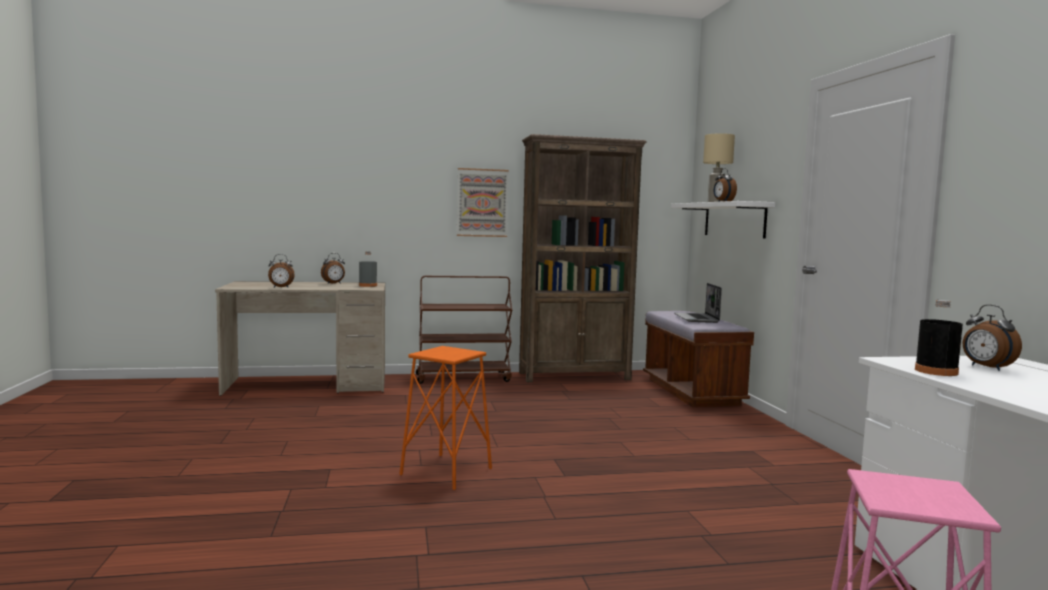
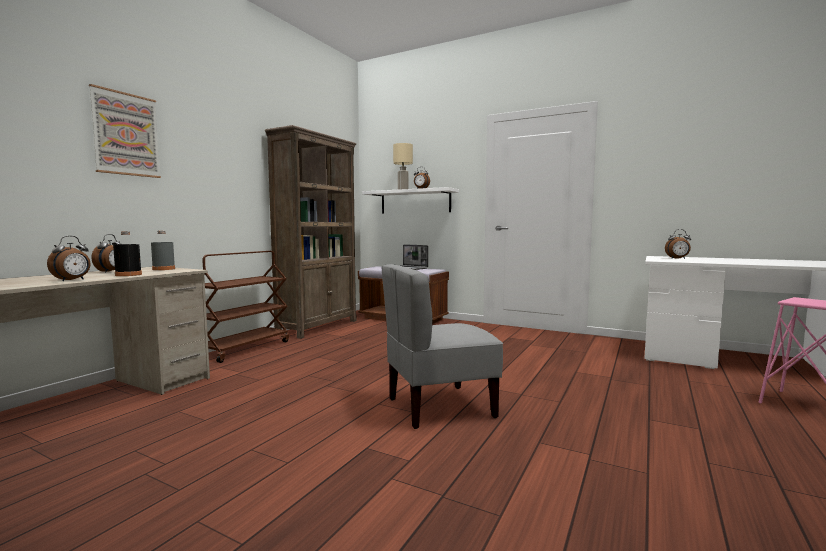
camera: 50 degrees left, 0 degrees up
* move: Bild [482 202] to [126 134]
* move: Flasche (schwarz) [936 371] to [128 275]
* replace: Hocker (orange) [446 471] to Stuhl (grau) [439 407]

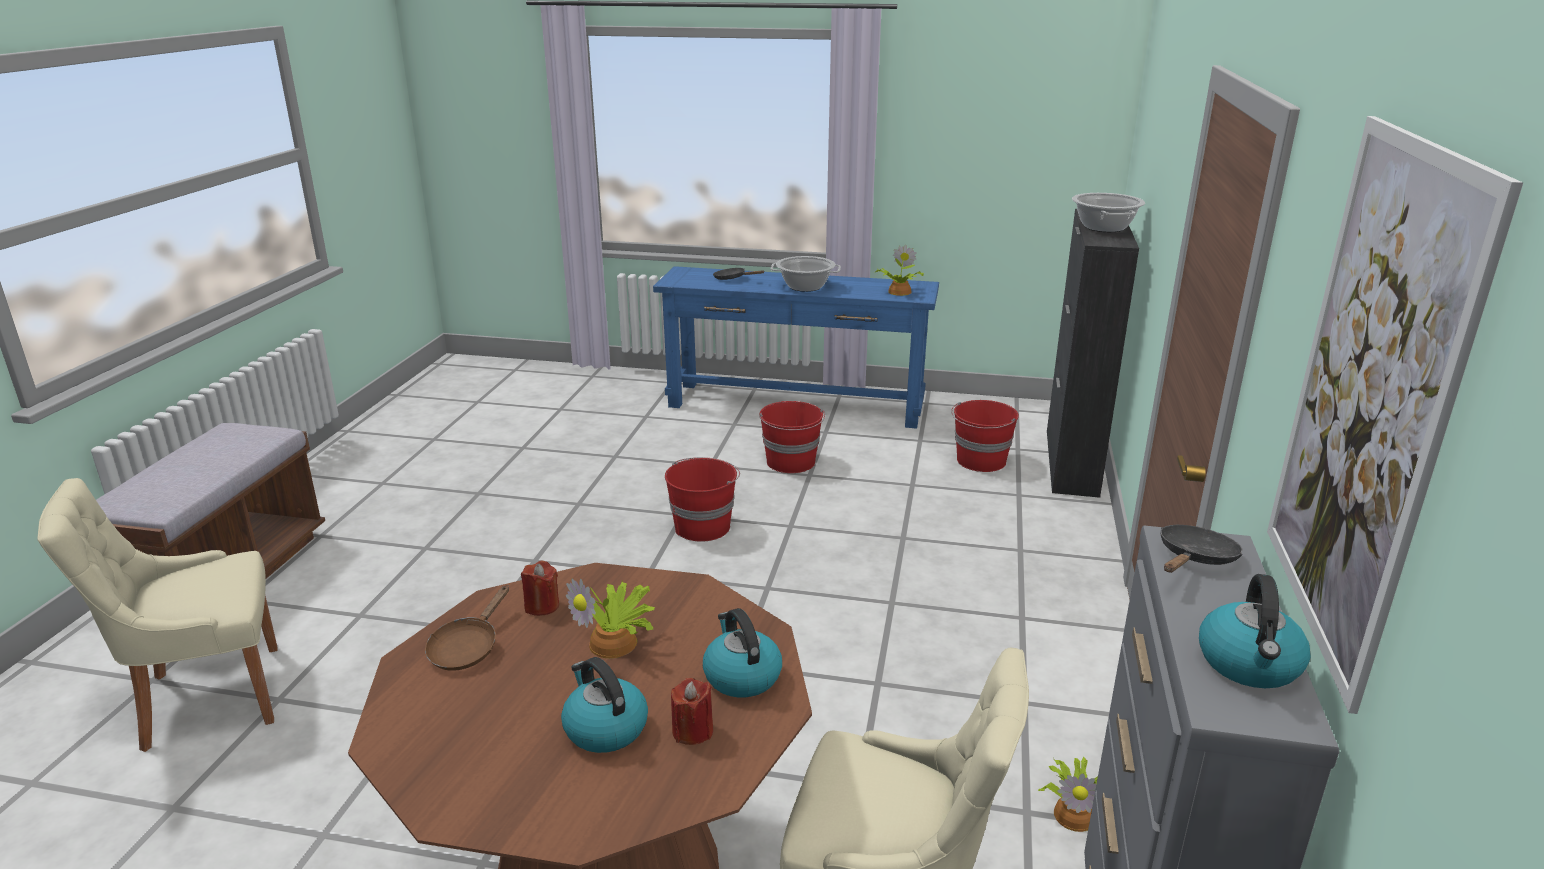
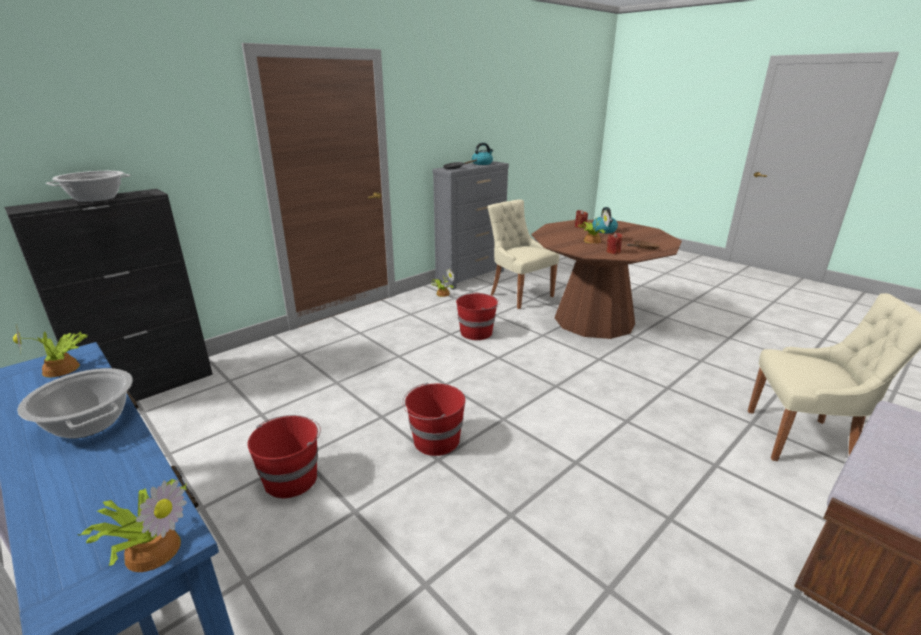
camera: 145 degrees left, 0 degrees up
* delete: Wasserkessel [741 676]
* delete: Pfanne (schwarz) [732 279]
* delete: Bild [1366 402]
* insert: Topfpflanze [152 548]
* move: Eimer (rot) [981 461] to [477 332]

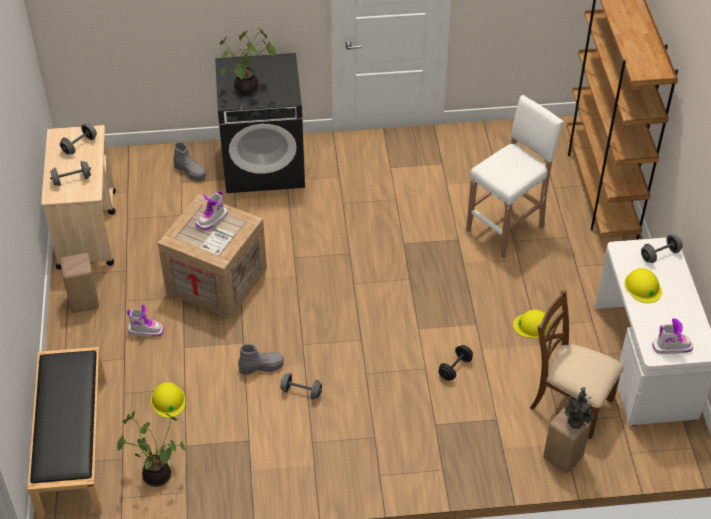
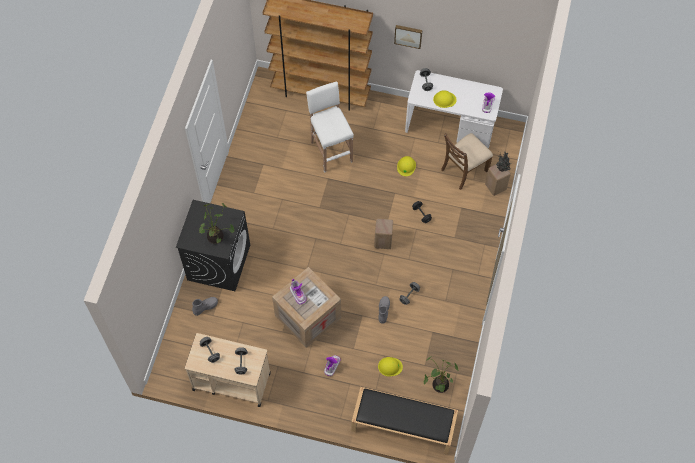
camera: 70 degrees left, 15 degrees up
* insert: Bild [408 35]
* move: Hocker (beige) [85 301] to [383 241]

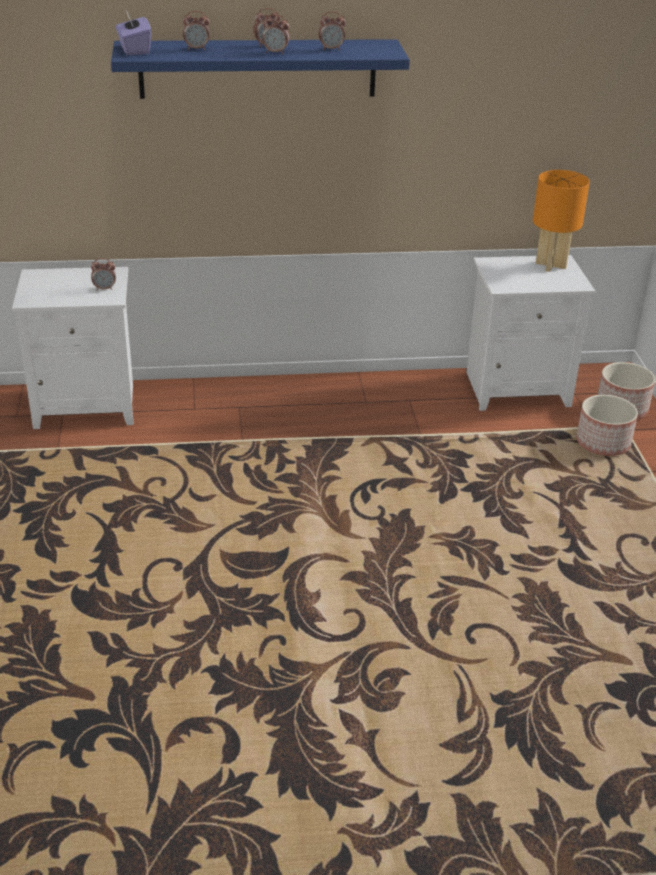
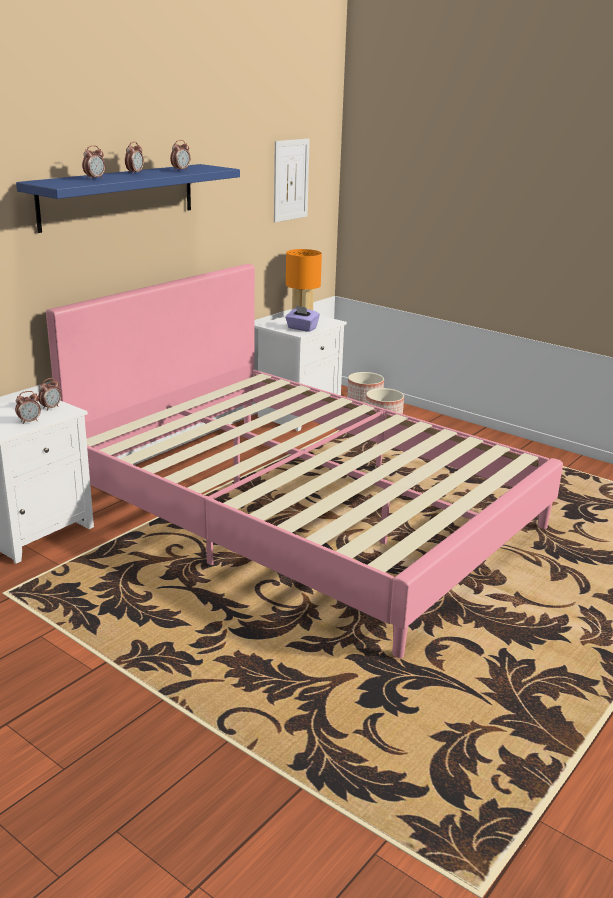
camera: 45 degrees left, 10 degrees down
* insert: Bett (rosa) [304 512]
* insert: Bild [291 180]
* move: Taschentuchbox (lila) [134 50] to [301 328]
* move: Wecker [276 52] to [29 421]

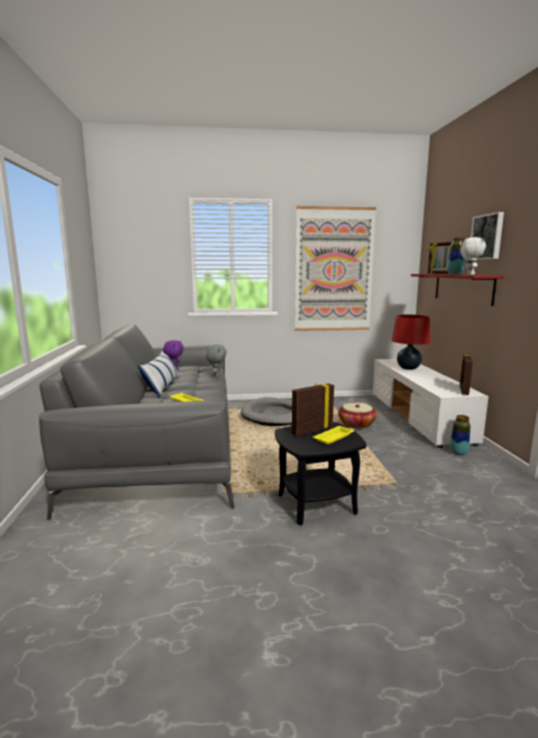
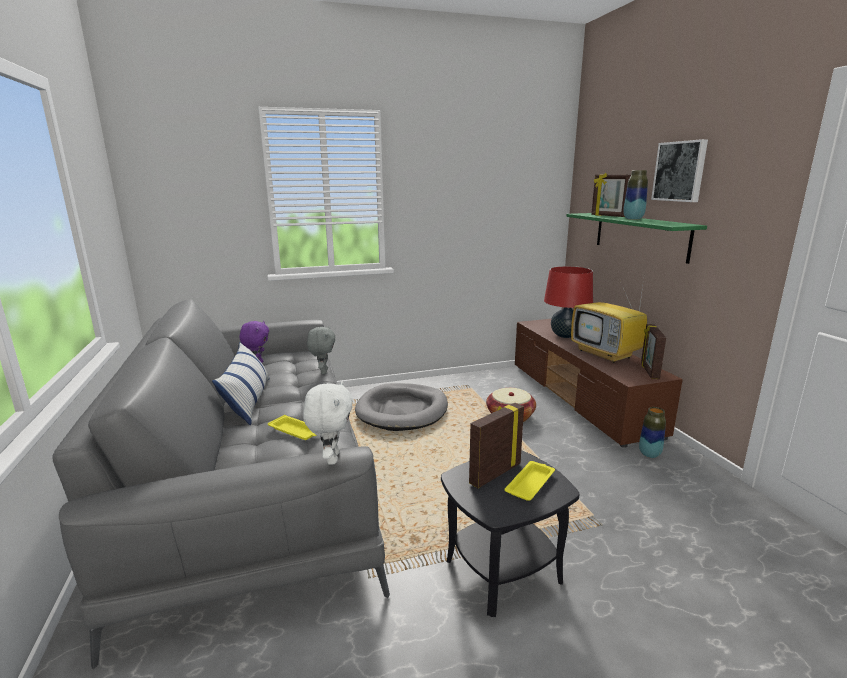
camera: 10 degrees left, 5 degrees up
* delete: Bild [334 270]
* insert: Fernseher [606 354]
* move: Plüschtier (weiß) [469 275] to [331 458]
* recolor: Fernsehschrank (weiß) [419 417] to Fernsehschrank (braun) [582 398]
* recolor: Wandregal (rot) [462 288] to Wandregal (grün) [640 235]

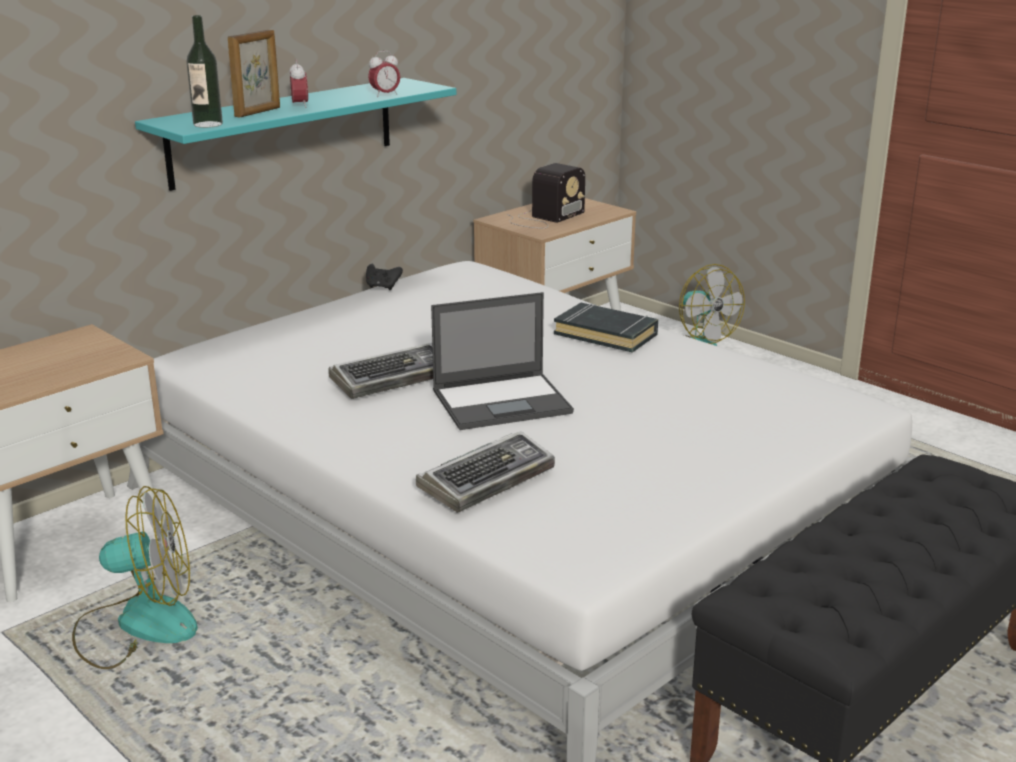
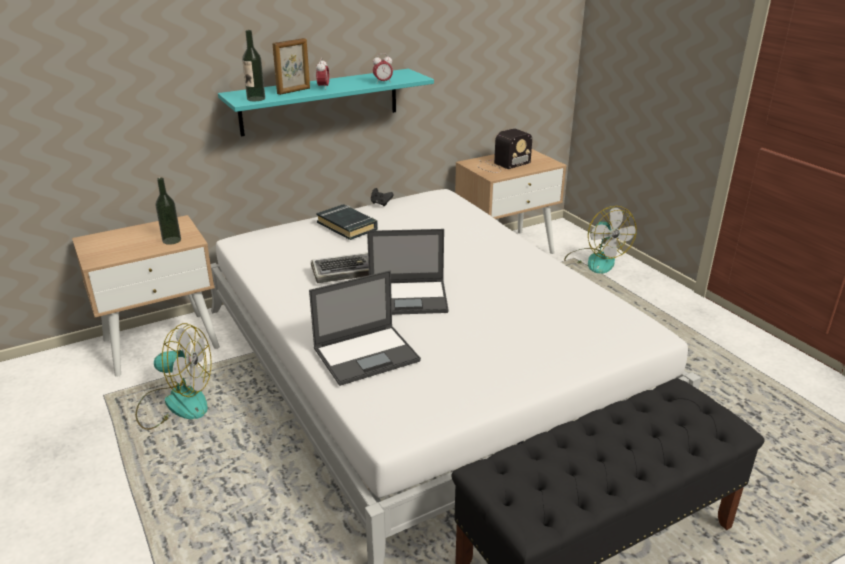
camera: 15 degrees right, 5 degrees up
* insert: Flasche [172 240]
* move: Buch (schwarz) [606 334] to [347 226]
* replace: Tastatur [487 479] to Laptop [367 354]

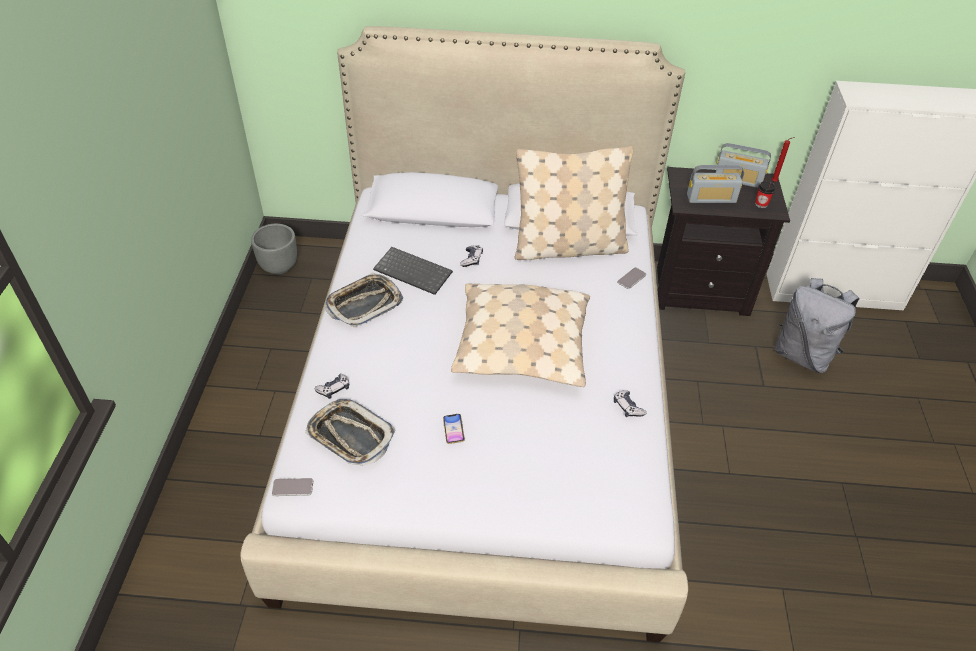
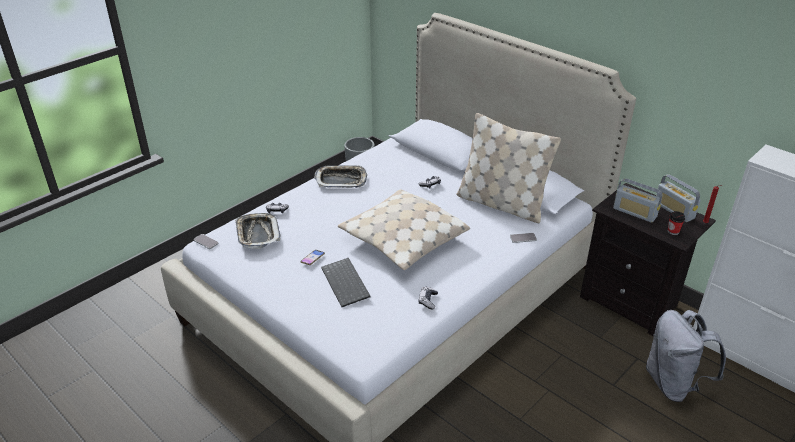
camera: 40 degrees right, 10 degrees down
* move: Tastatur [414 271] to [346 283]

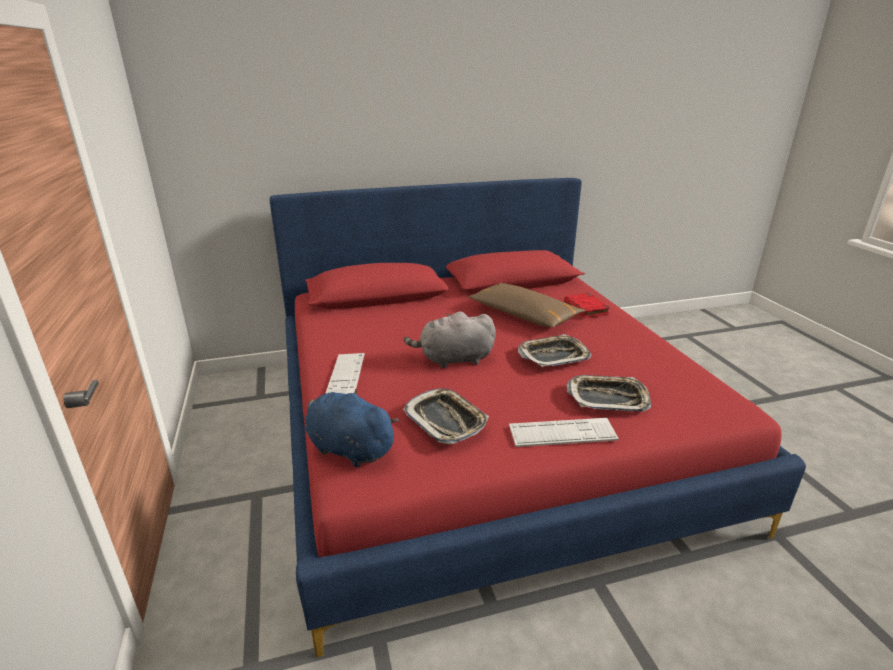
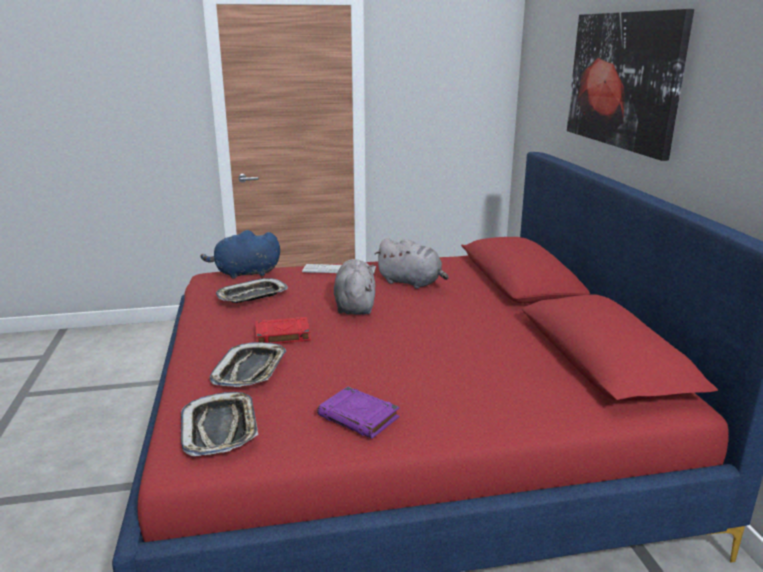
camera: 95 degrees right, 5 degrees down
* delete: Kissen (braun) [524 314]
* delete: Tastatur [562 433]
* insert: Buch (lila) [359 417]
* insert: Plüschtier (grau) [411 283]
* insert: Bild [623 80]
* move: Tablett [553 355] to [220 429]
* move: Buch (rot) [586 308] to [282 335]
* rotate: Plüschtier (blau) [348 448] = [244 273] 135 degrees counterclockwise

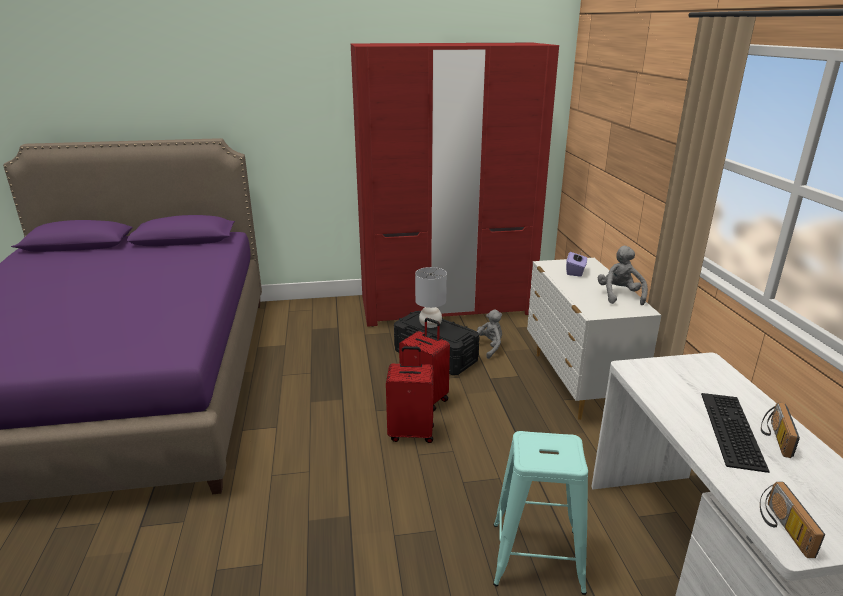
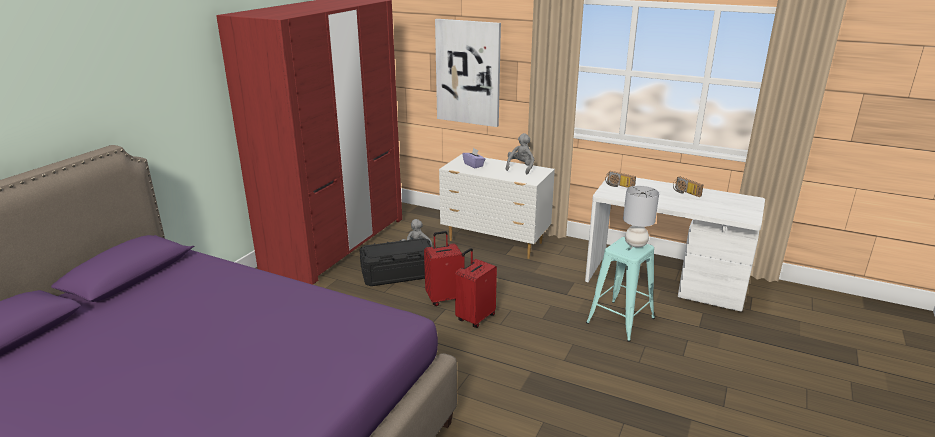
camera: 55 degrees left, 0 degrees up
* delete: Tastatur [729 428]
* insert: Bild [468 72]
* move: Tischlampe (grau) [430 325] to [635 244]
* move: Radio [782 528] to [618 186]
* rotate: Plüschtier (grau) [619 295] = [520 168] 75 degrees clockwise

